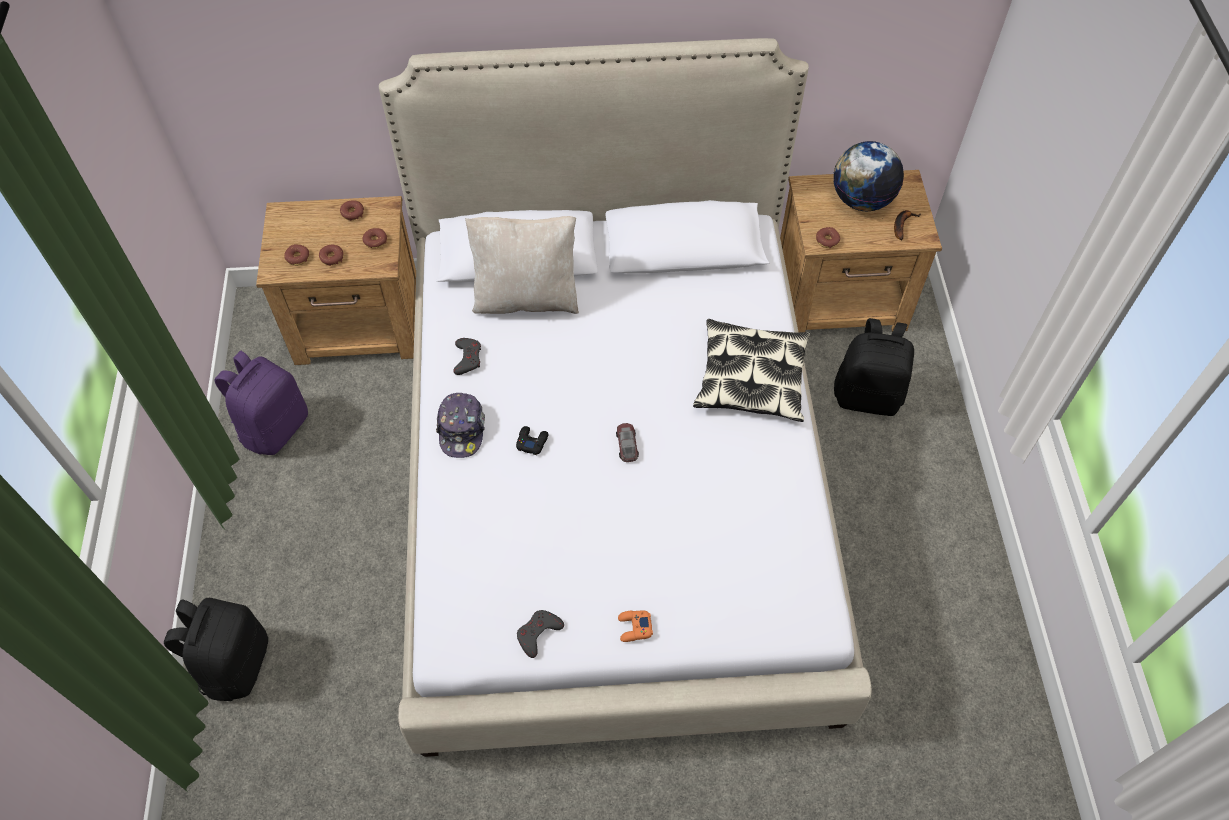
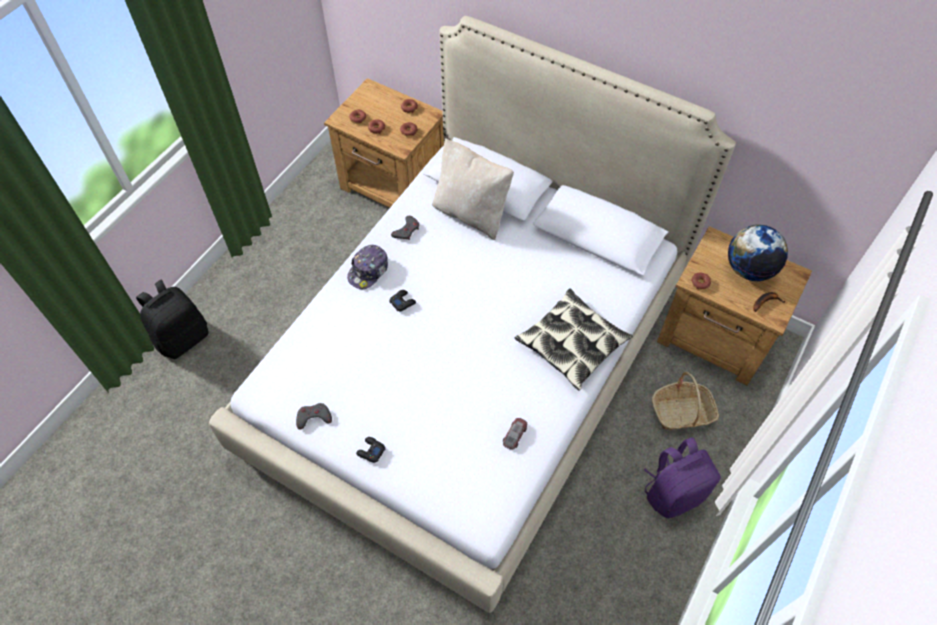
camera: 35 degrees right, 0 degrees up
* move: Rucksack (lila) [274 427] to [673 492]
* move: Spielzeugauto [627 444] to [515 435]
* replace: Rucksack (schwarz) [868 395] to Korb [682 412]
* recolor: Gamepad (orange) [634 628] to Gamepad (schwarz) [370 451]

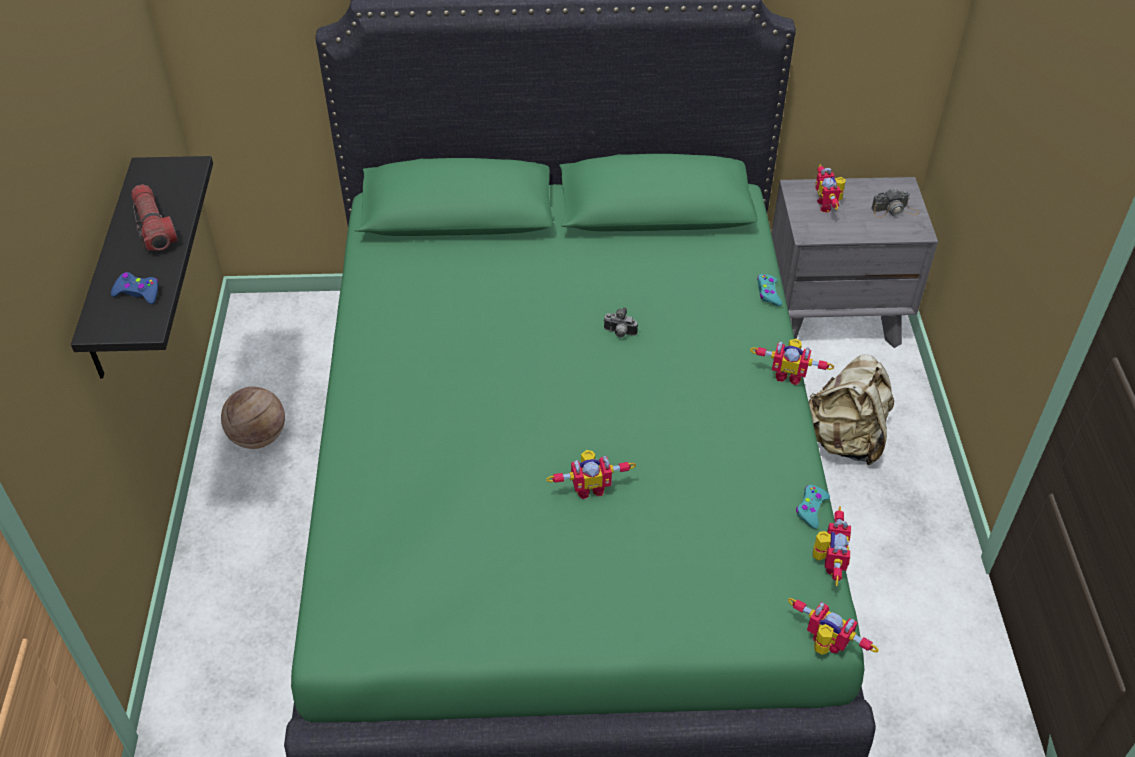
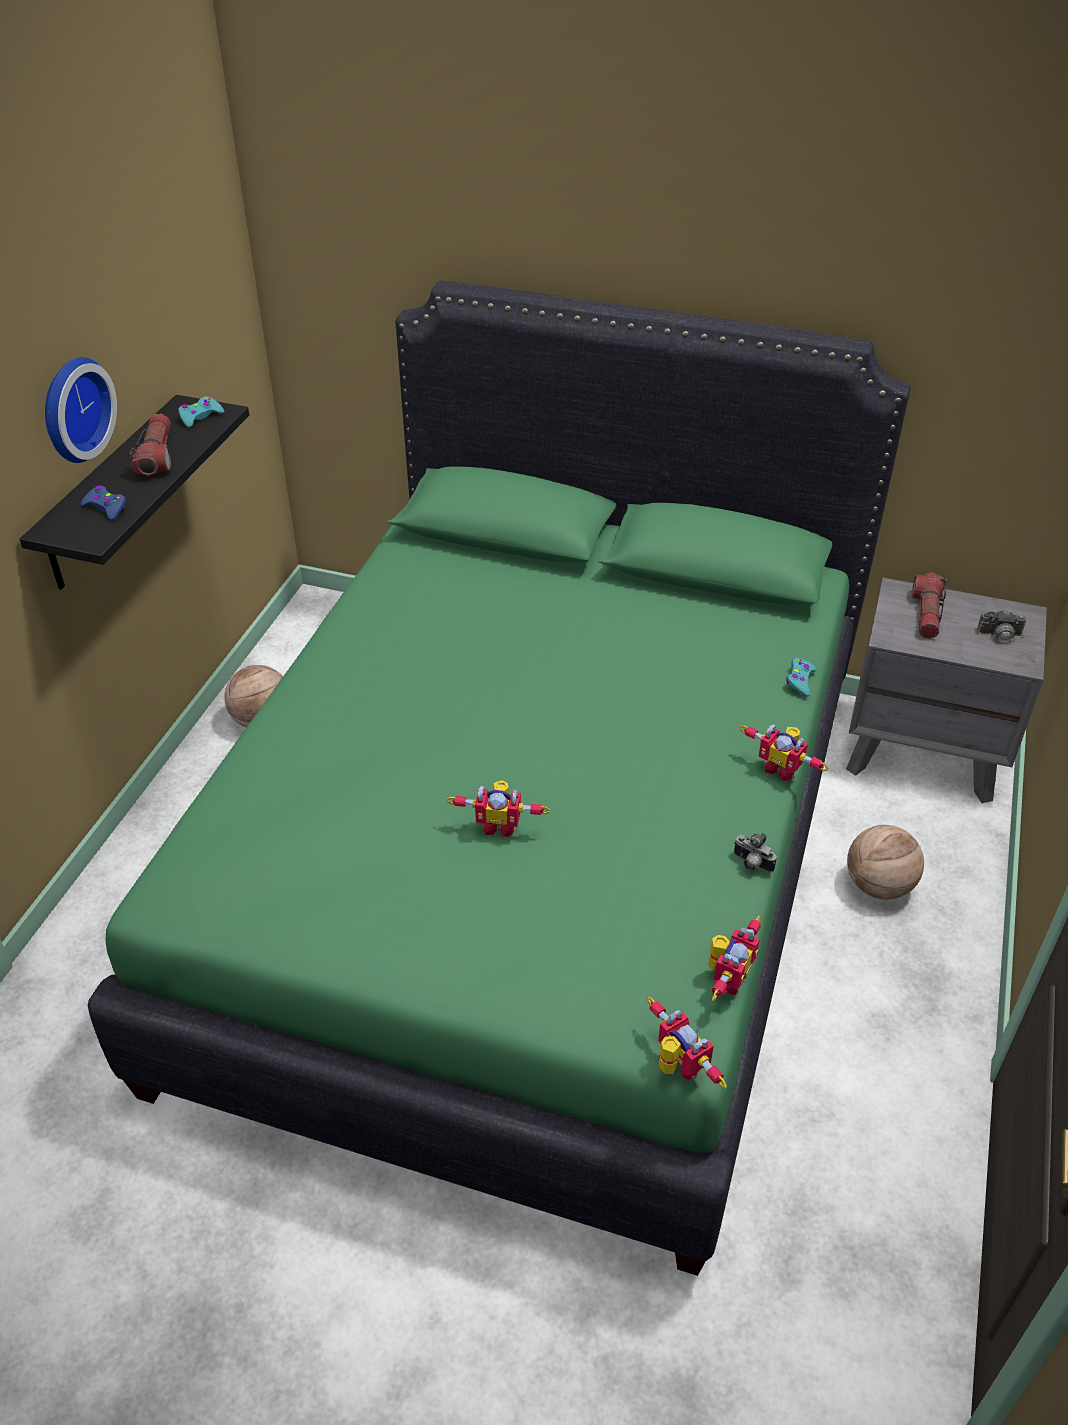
camera: 20 degrees right, 5 degrees down
* insert: Wanduhr [72 408]
* move: Kamera [619 333] to [751 864]
* move: Gamepad (türkis) [811 509] to [200 417]
* replace: Rucksack (beige) [845 440] to Basketball [878 886]
* replace: Spielzeugroboter [828 205] to Taschenlampe [926 614]

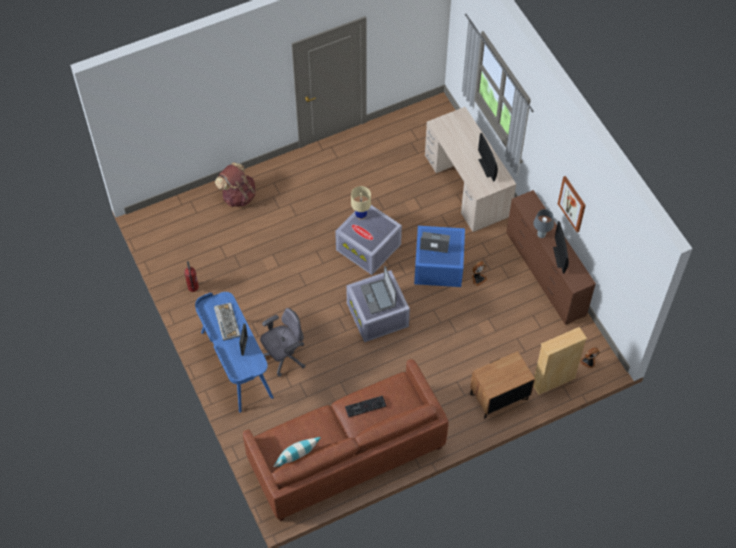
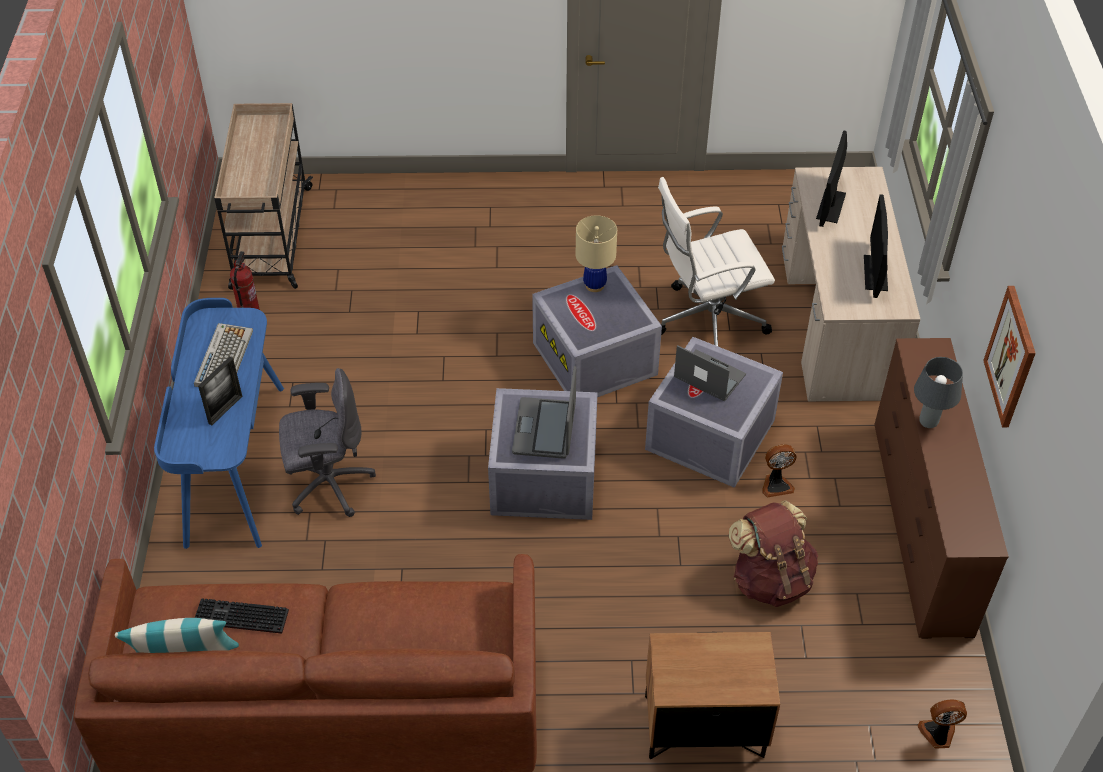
camera: 25 degrees right, 10 degrees down
* delete: Bücherregal (beige) [553 381]
* insert: Rollwagen (beige) [271 238]
* insert: Bürostuhl (weiß) [707 320]
* move: Rucksack (braun) [238 196] to [770 579]
* move: Tastatur [365 407] to [239 618]
* move: Monitor [560 257] to [831 206]
* recolor: Aufbewahrungsbox (blau) [439 266] to Aufbewahrungsbox (grau) [711 436]

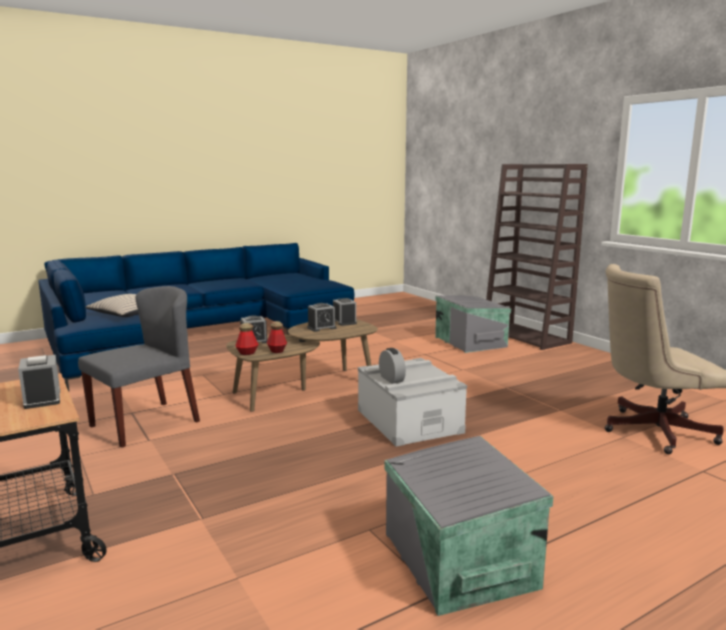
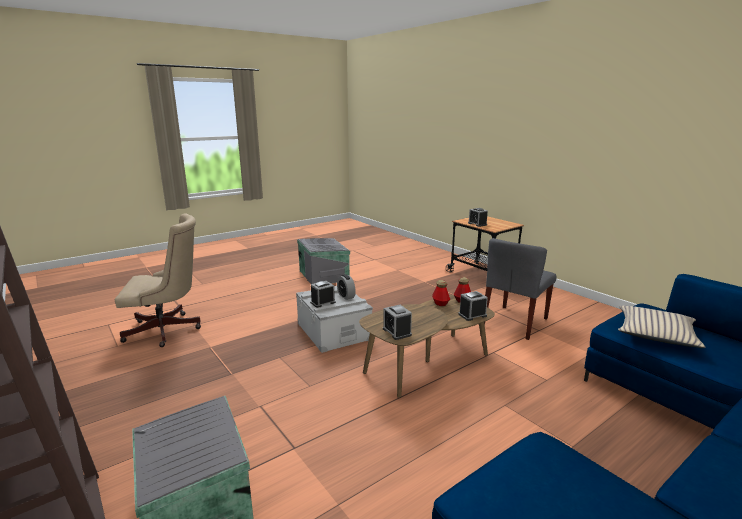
camera: 175 degrees right, 5 degrees up
* move: Wecker [321 328] to [323 302]

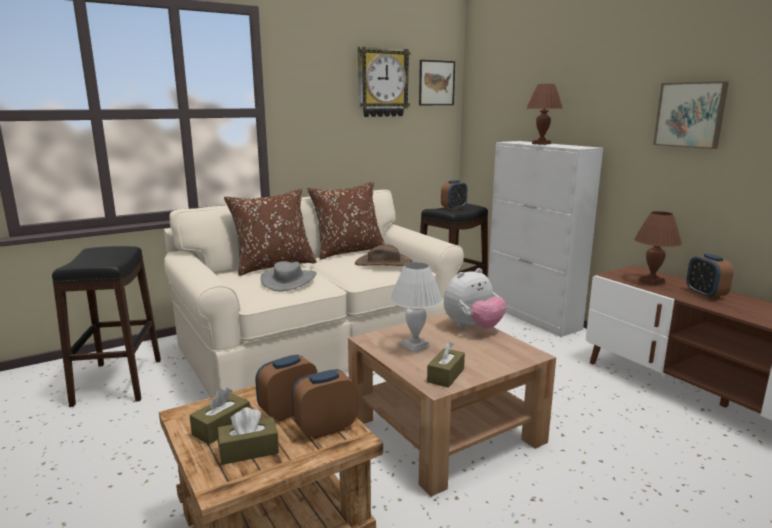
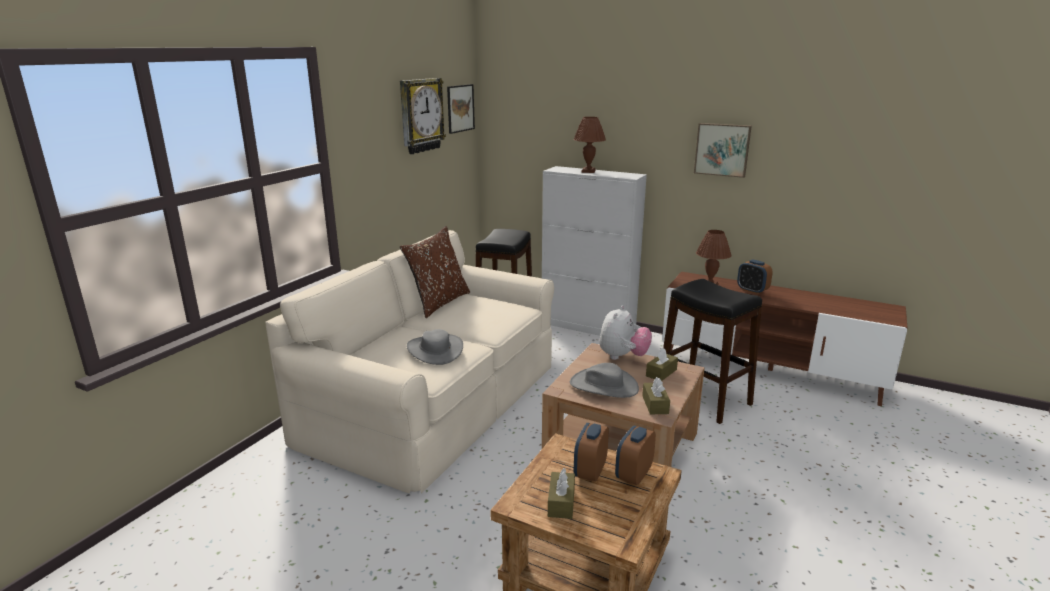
camera: 30 degrees left, 5 degrees up
* delete: Kissen (braun) [273 266]
* delete: Hut (braun) [384 263]
* delete: Wecker [453 208]
* move: Hocker (schwarz) [118 381] to [703 398]
* move: Taschentuchbox (braun) [249 450] to [661 373]
* replace: Tischlampe (weiß) [416 346] to Hut (grau) [604 385]

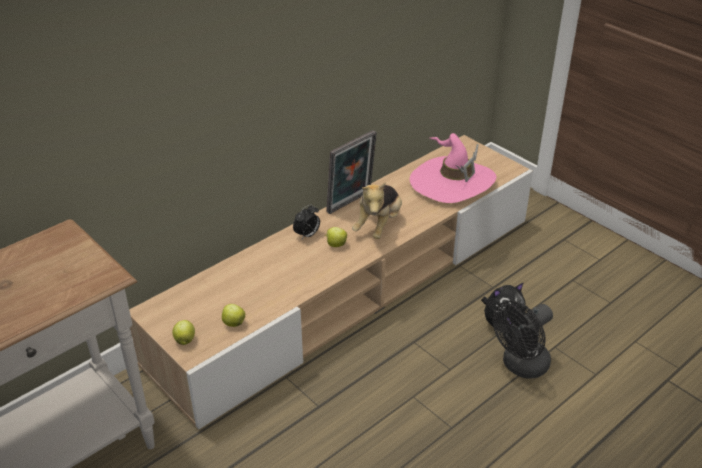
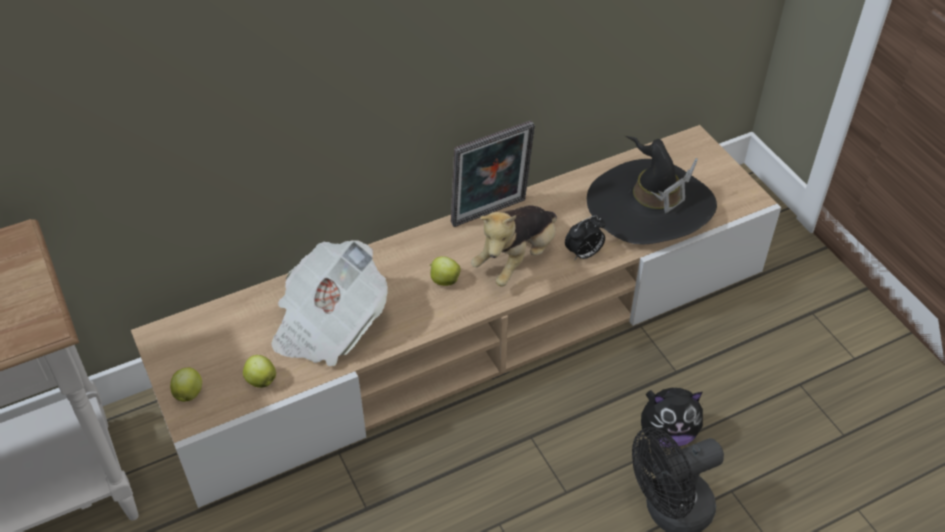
camera: 15 degrees right, 10 degrees up
* insert: Zeitung [328 324]
* move: Wecker [307 235] to [584 254]
* recolor: Hut (rosa) [452 182] to Hut (schwarz) [650 206]

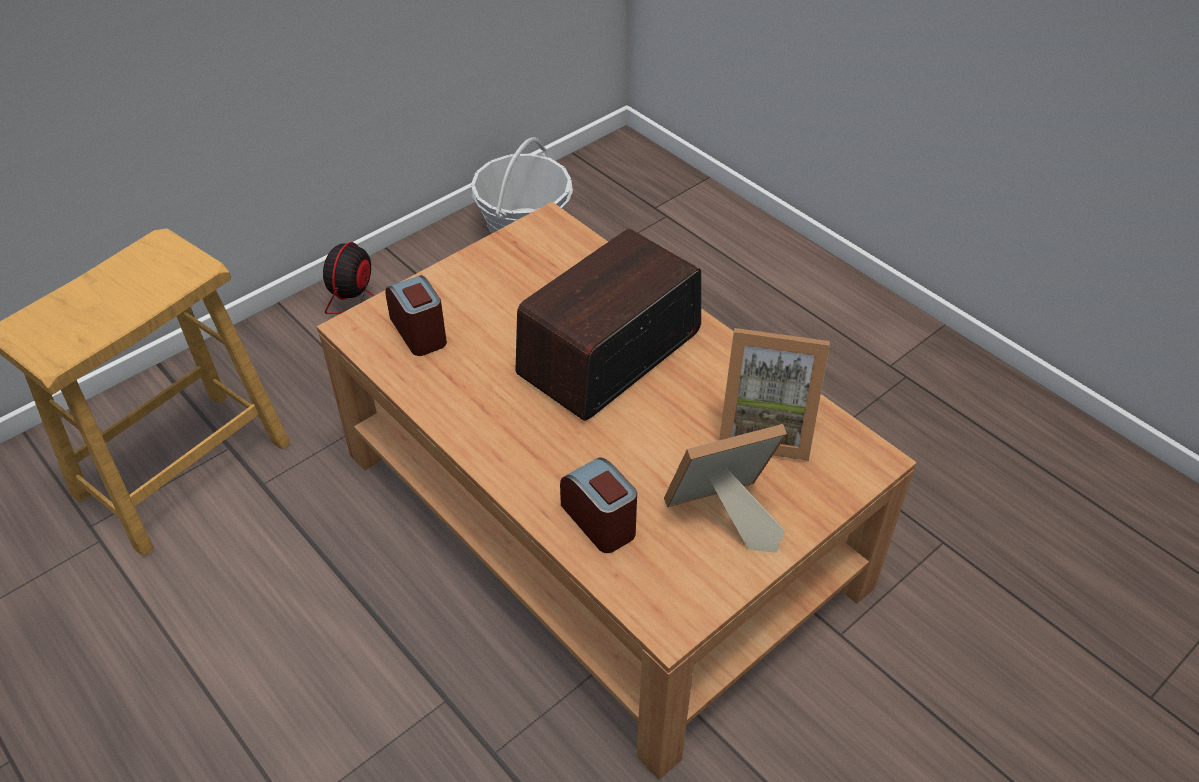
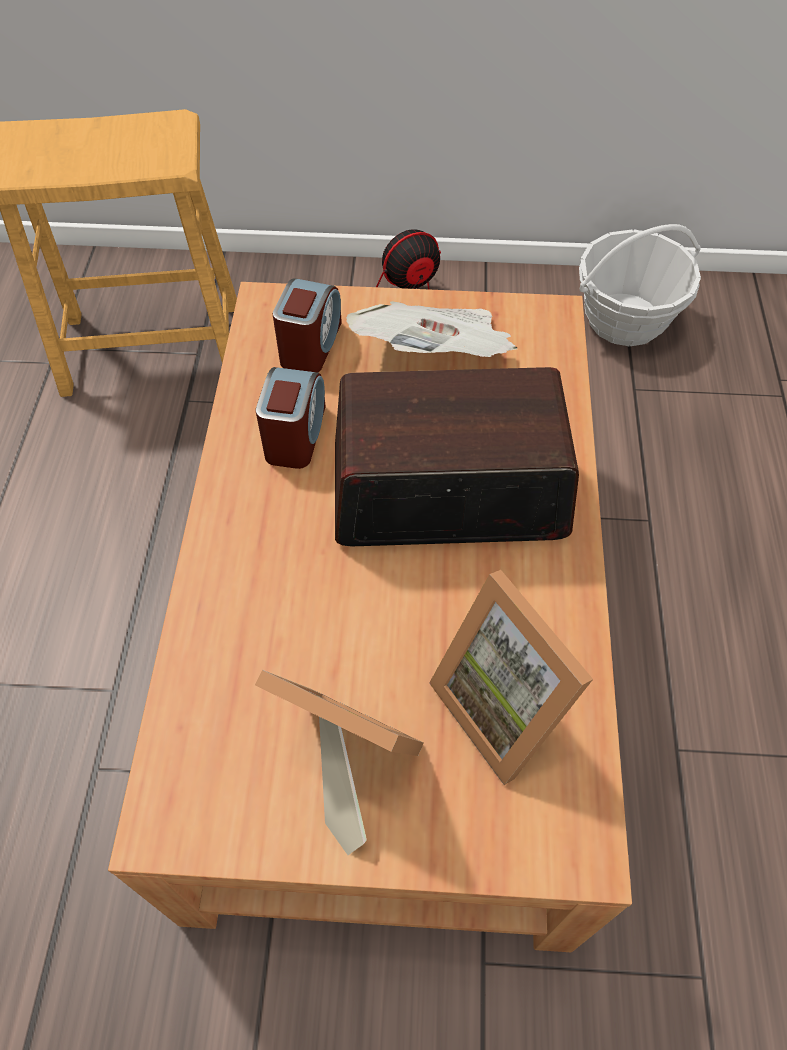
camera: 45 degrees right, 10 degrees up
* insert: Zeitung [435 359]
* move: Wecker [600 520] to [295 434]

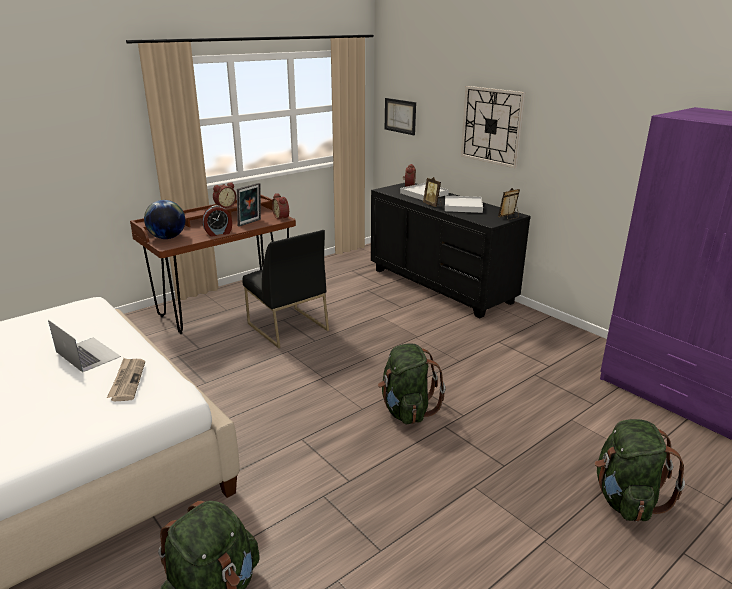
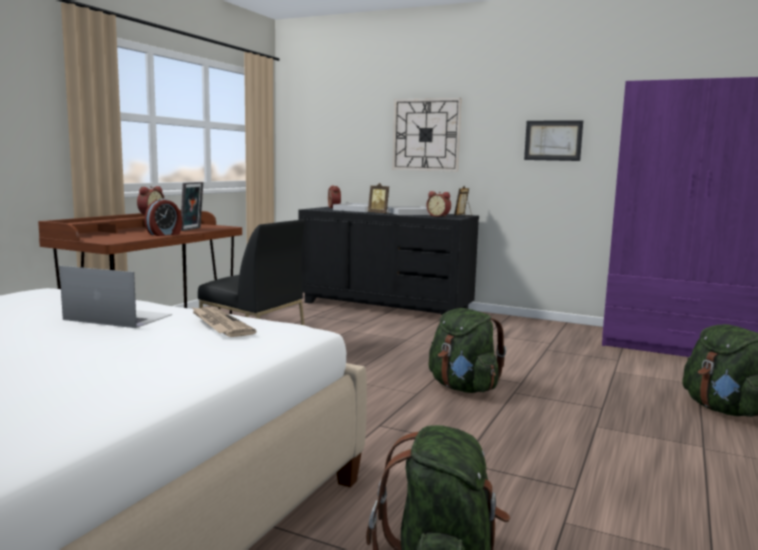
camera: 25 degrees left, 15 degrees down
* delete: Globus [167 238]
* move: Wecker [282 217] to [439 216]
* move: Bild [400 116] to [553 140]

